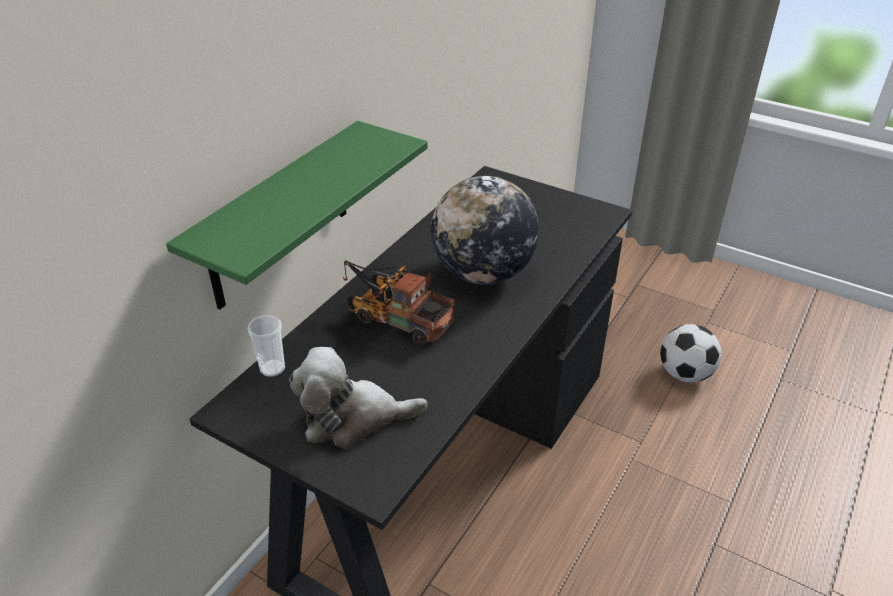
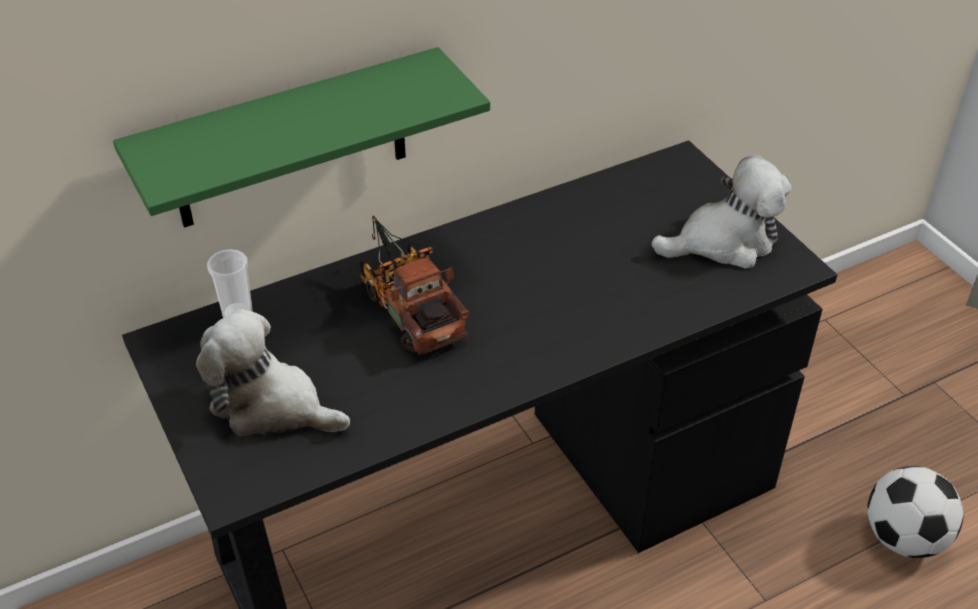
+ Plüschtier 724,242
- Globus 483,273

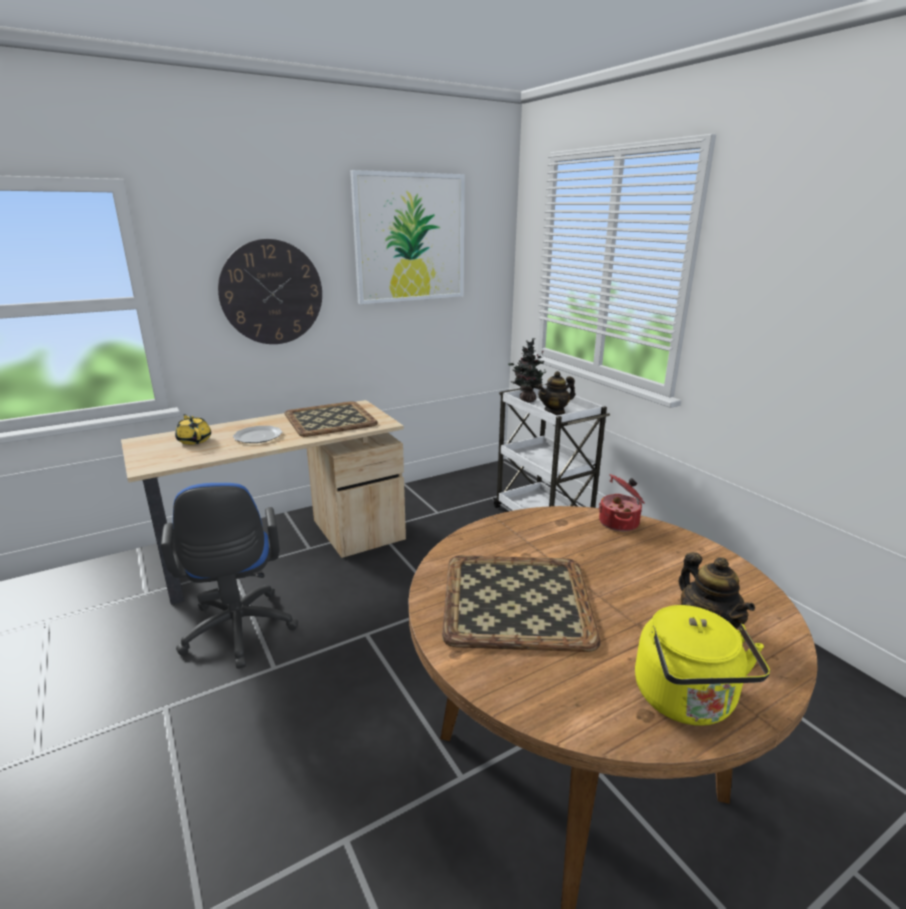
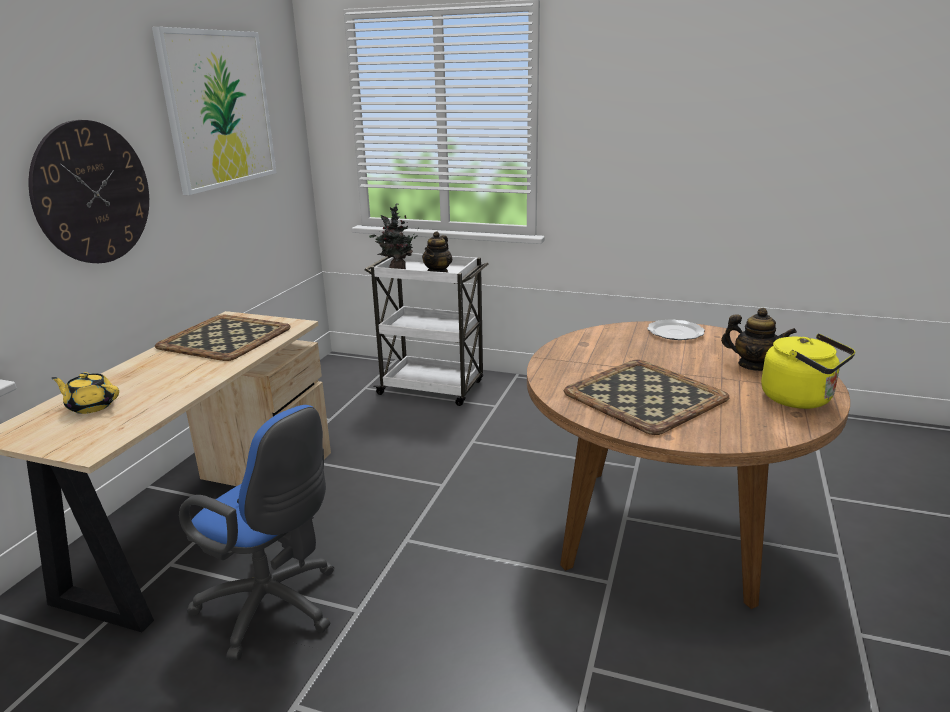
~ Teller 257,436 to 674,332
- Kochtopf 620,523

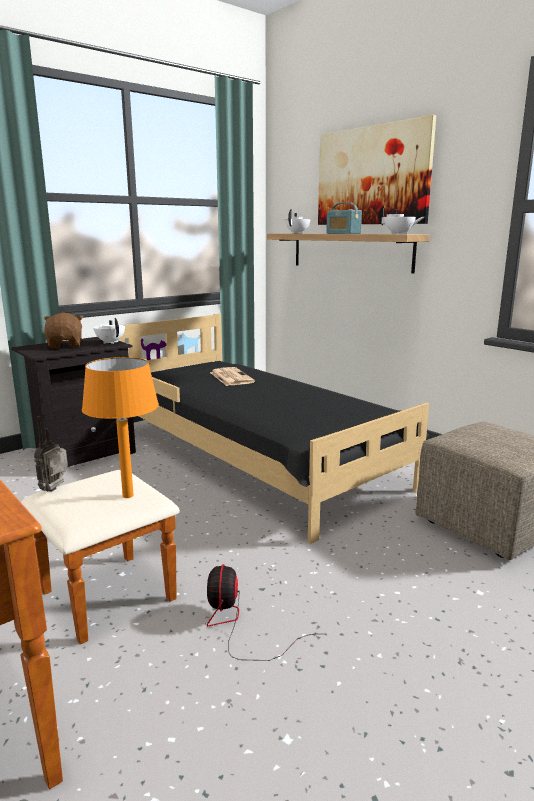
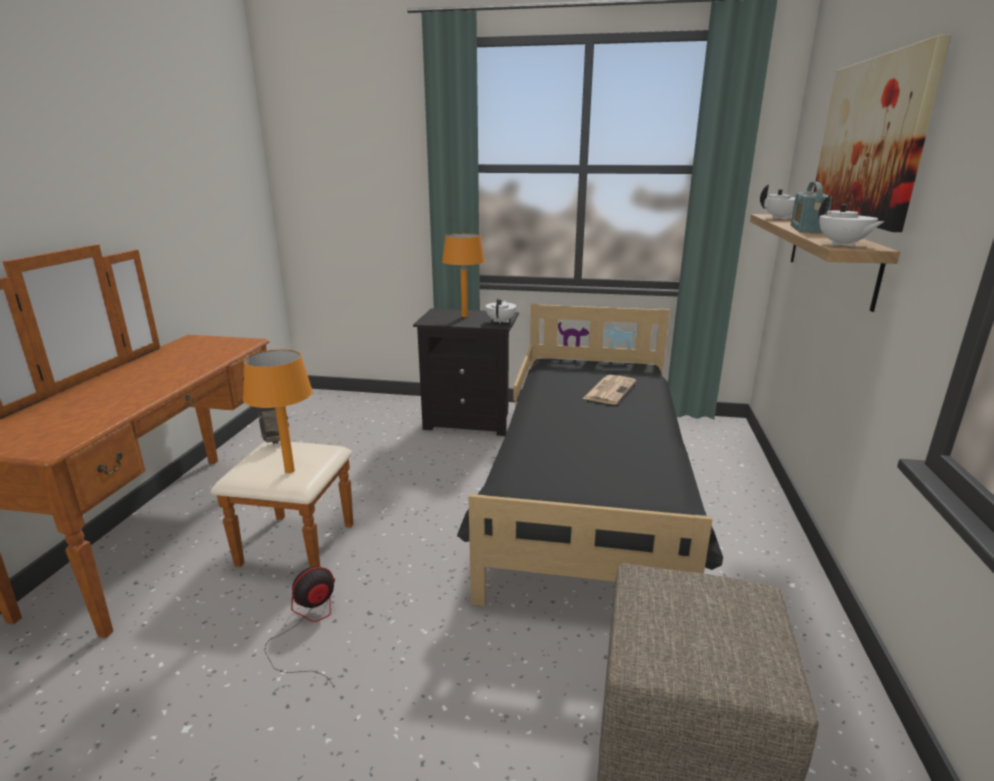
~ Plüschtier (braun) 65,345 to Tischlampe (orange) 464,316

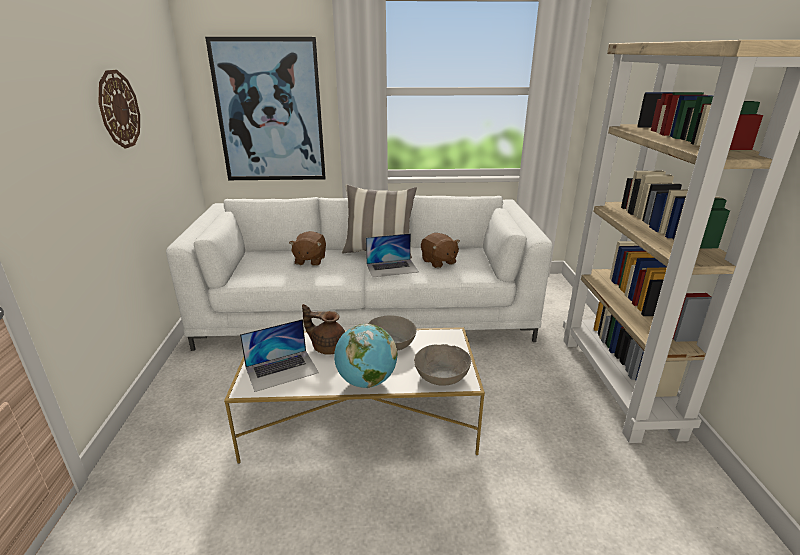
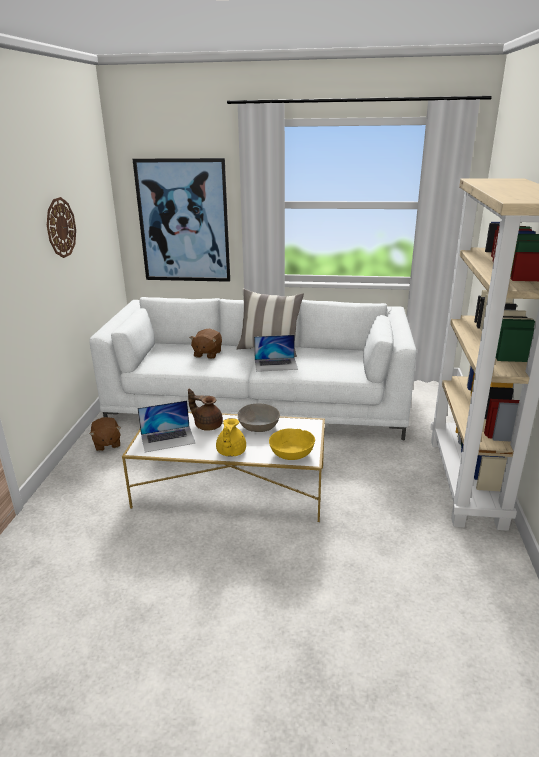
~ Plüschtier (braun) 438,262 to 107,444
~ Globus 366,381 to Teekanne (gelb) 230,452
~ Schüssel (grau) 441,375 to Schüssel (gelb) 291,452

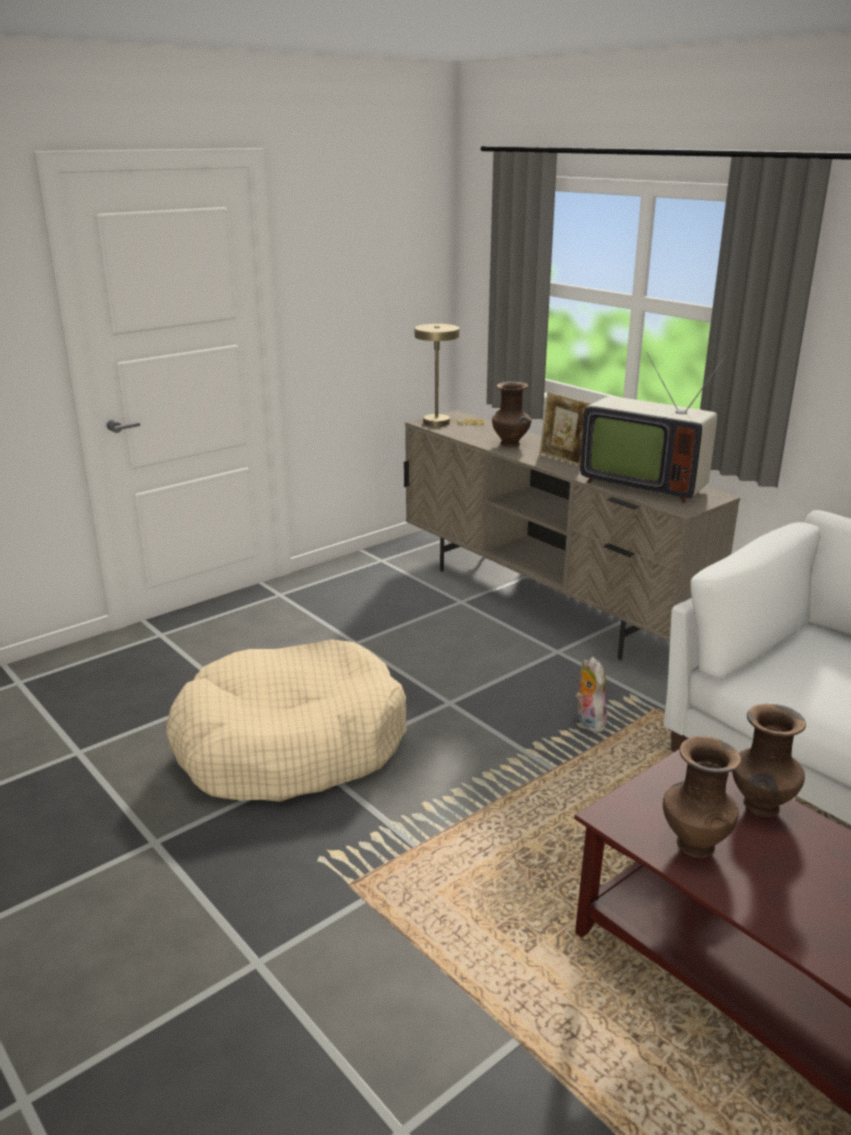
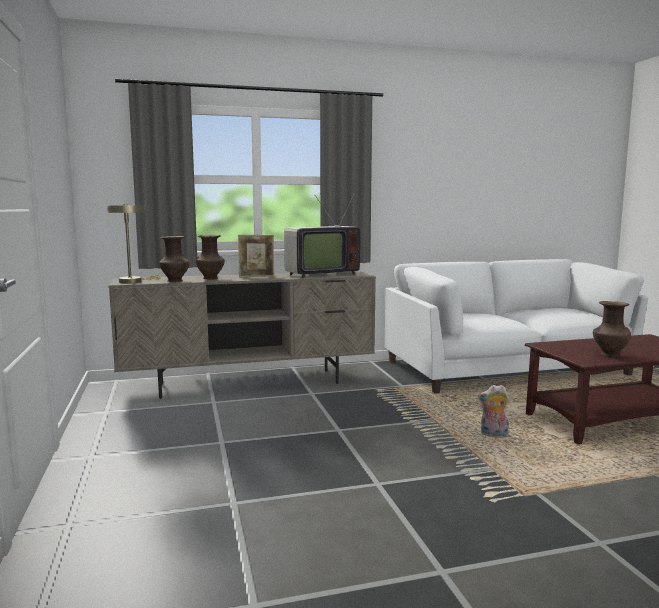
~ Vase (braun) 761,807 to 175,281
~ Plüschtier 588,721 to 493,435
- Hundebett (beige) 290,745

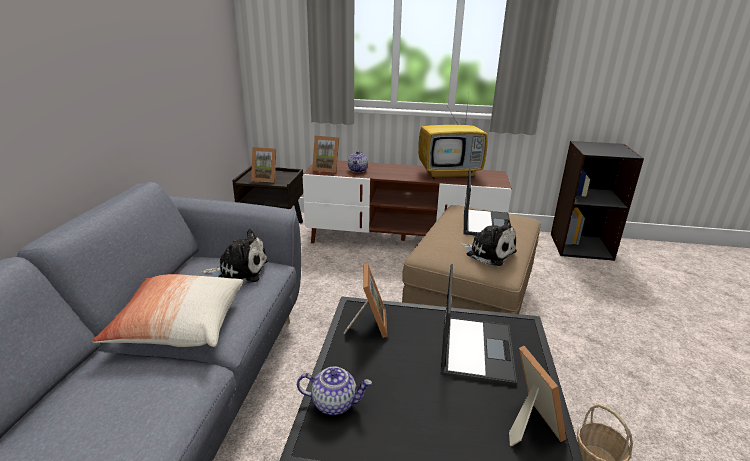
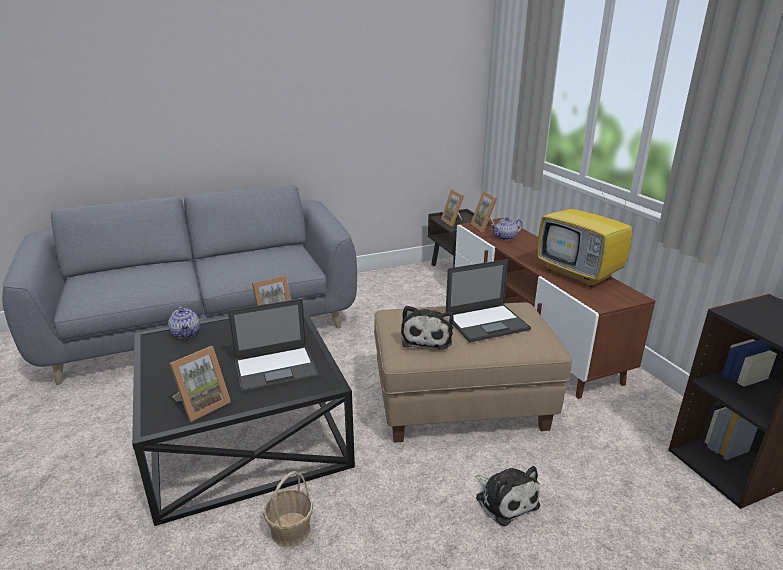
~ Plüschtier 239,270 to 505,499
- Kissen 179,326

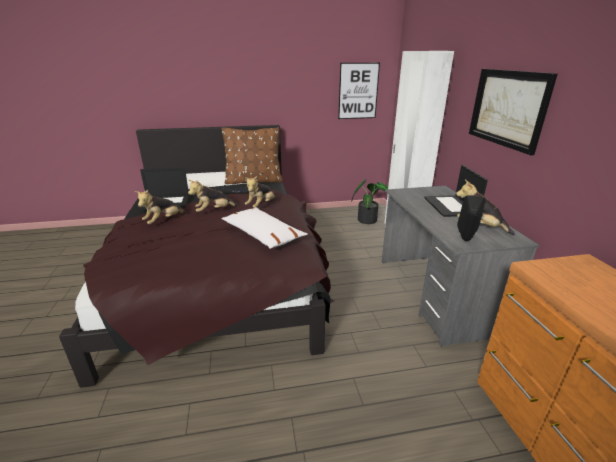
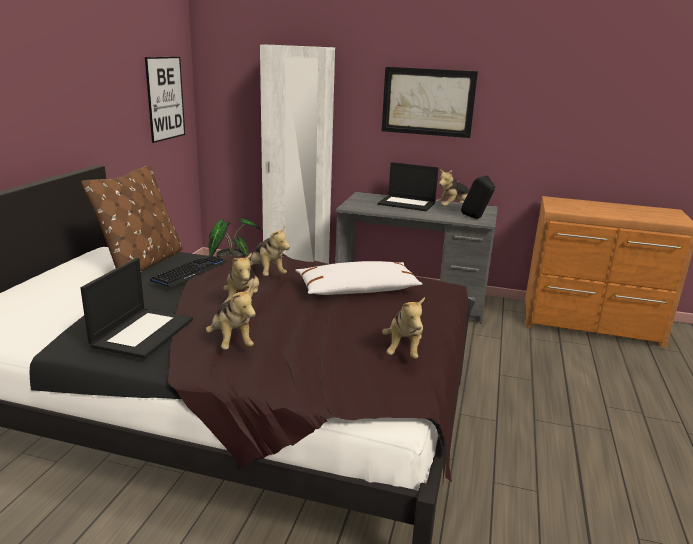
+ Plüschtier 403,350

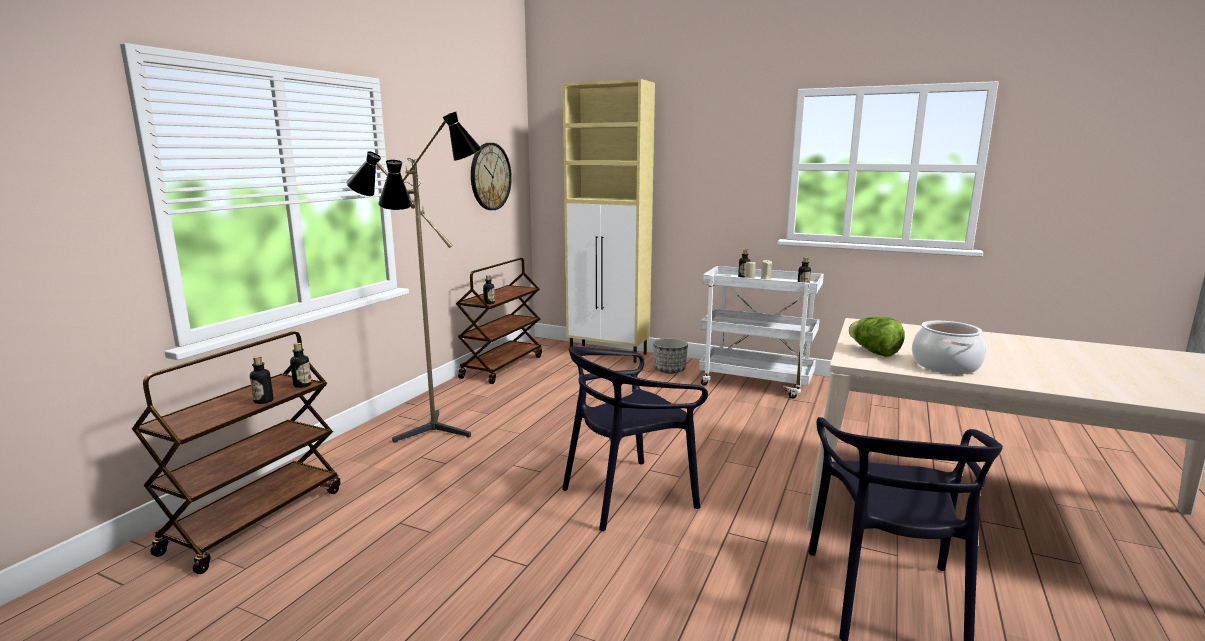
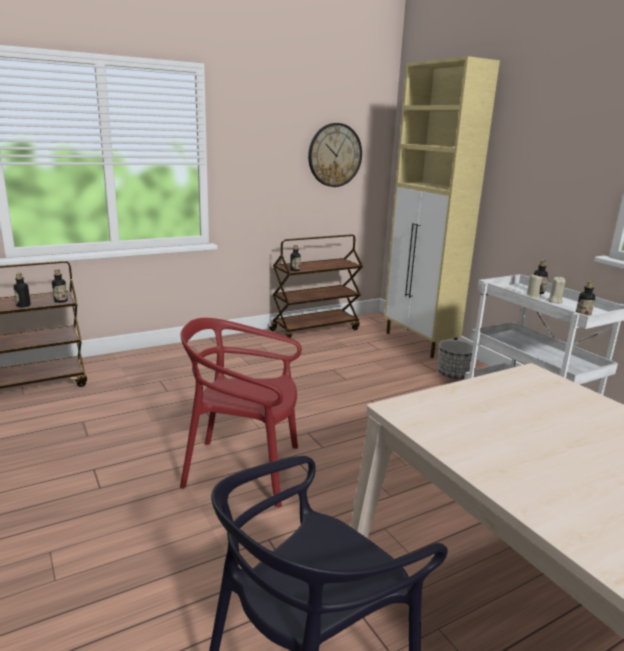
~ Stuhl (schwarz) 628,495 to Stuhl (rot) 243,469
- Stehlampe 429,434
- Salatkopf 873,352
- Kochtopf 946,366

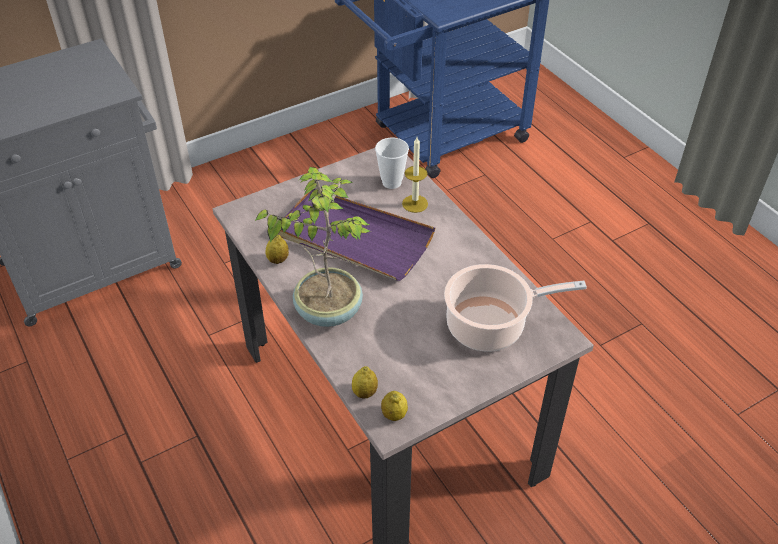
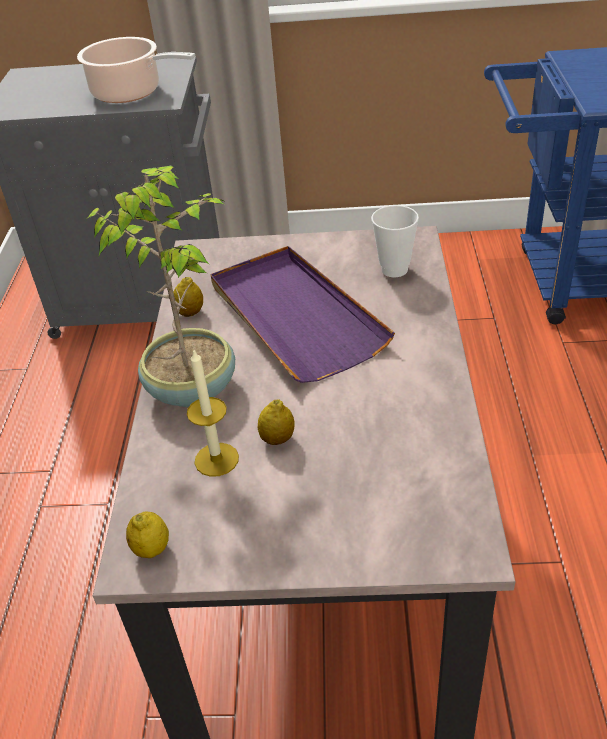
~ Kochtopf 491,325 to 131,93
~ Kerze 415,203 to 216,459
~ Zitrone 365,392 to 277,439

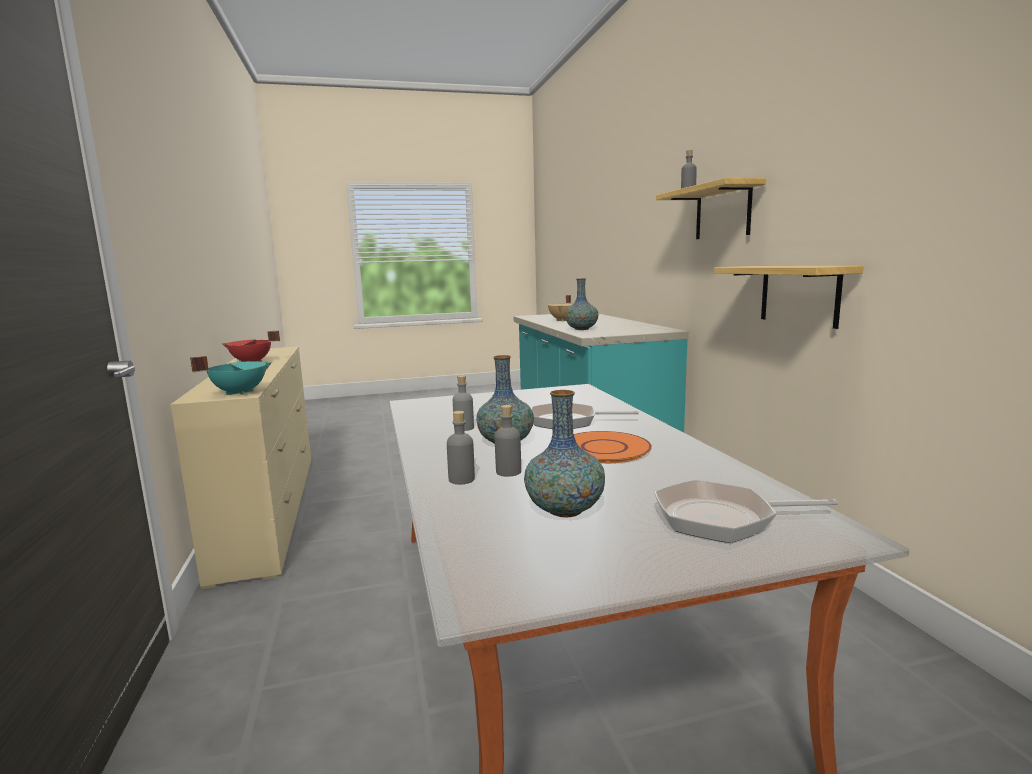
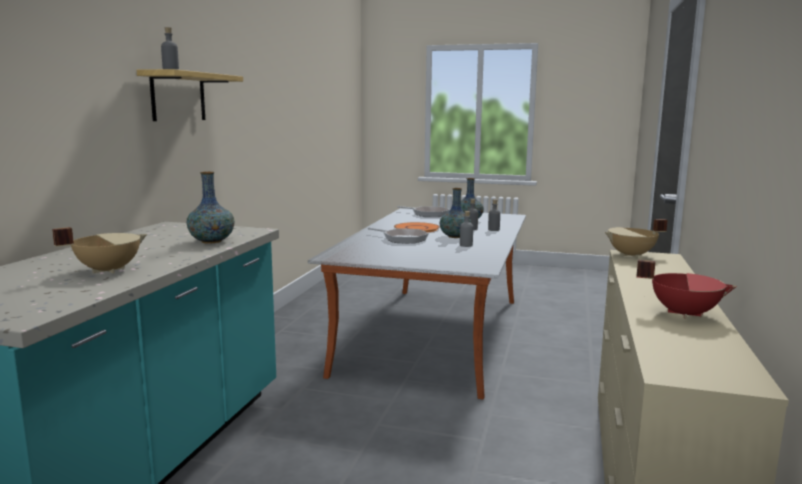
~ Kochtopf (türkis) 239,393 to Kochtopf (beige) 631,255
- Wandregal 799,294

